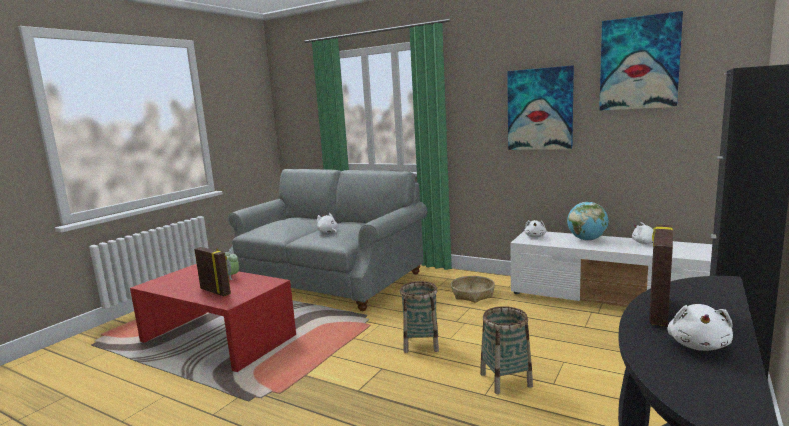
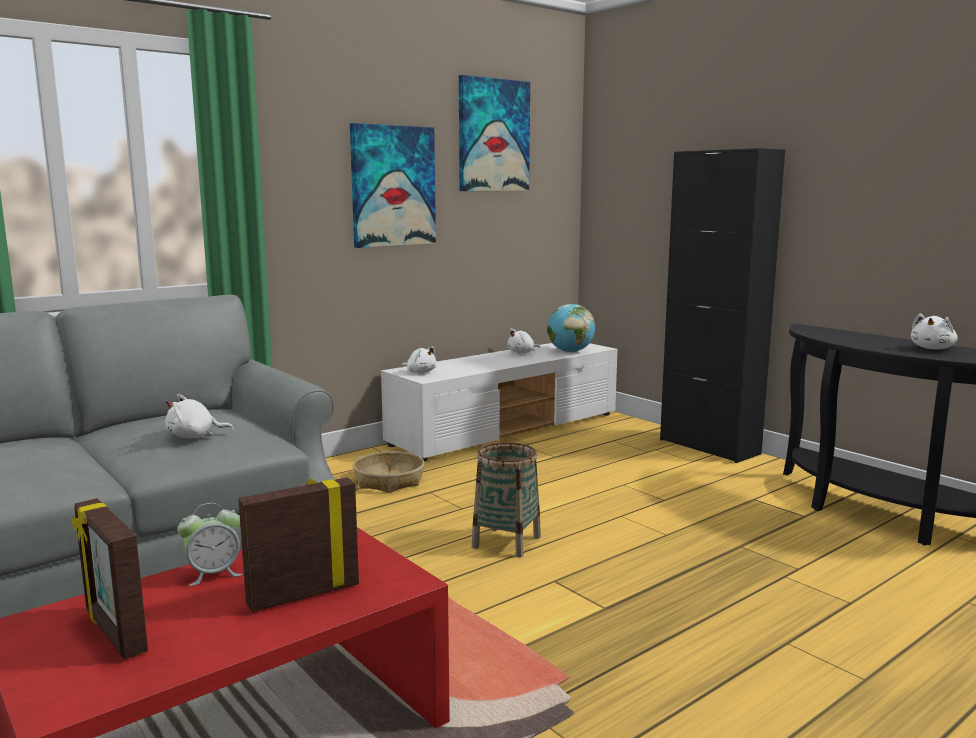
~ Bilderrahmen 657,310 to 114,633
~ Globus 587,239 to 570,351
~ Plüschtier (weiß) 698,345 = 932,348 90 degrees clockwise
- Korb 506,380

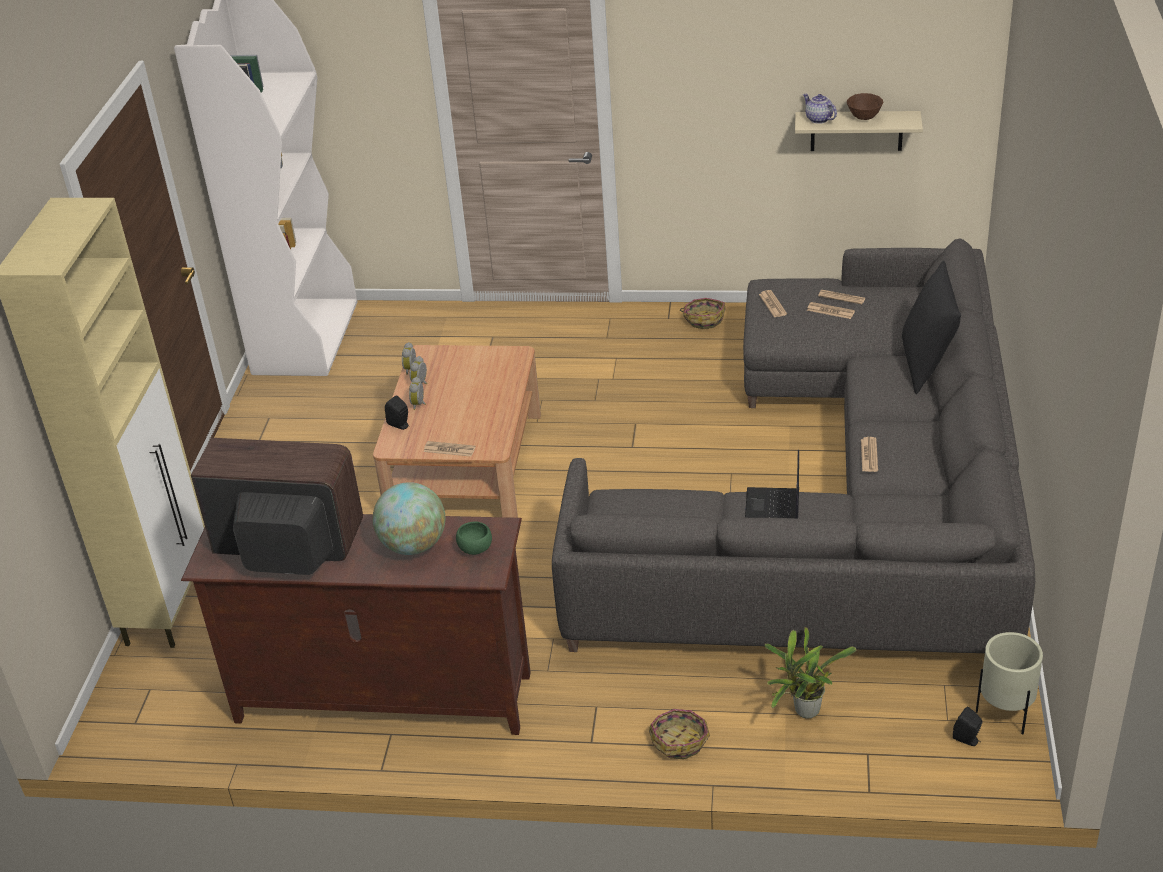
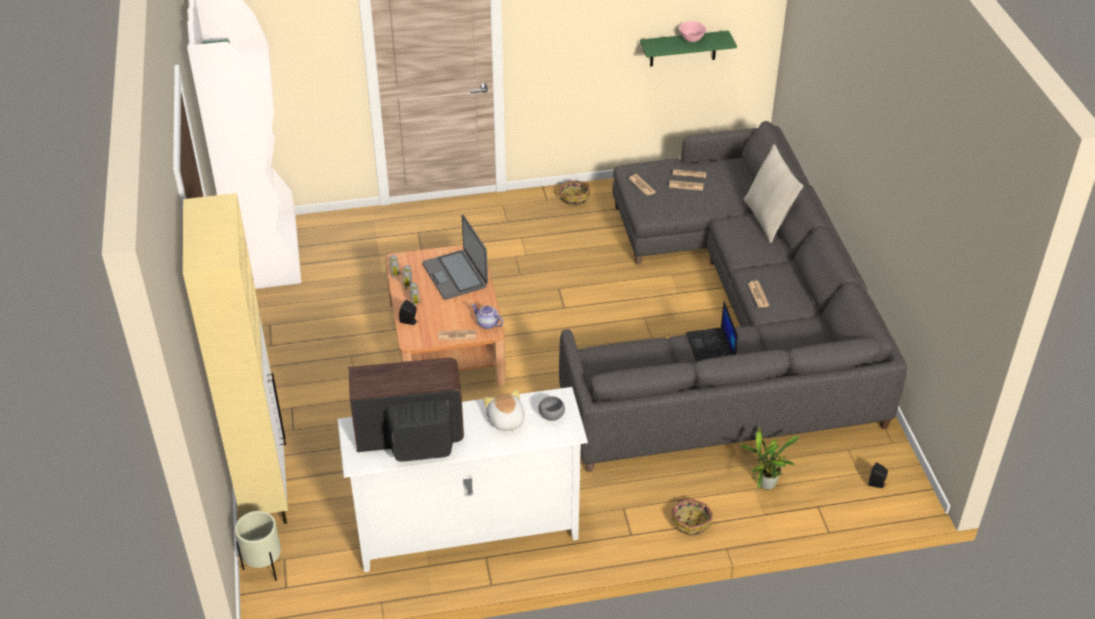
~ Pflanzkübel (beige) 1005,715 to 264,567
~ Fernsehschrank (braun) 382,698 to Fernsehschrank (weiß) 467,532
+ Laptop 455,275
~ Teekanne 818,119 to 487,324
~ Globus 413,545 to Plüschtier 505,421
~ Schüssel (grün) 475,549 to Schüssel (grau) 551,416
~ Wandregal (beige) 856,131 to Wandregal (grün) 683,48
~ Schüssel (braun) 864,118 to Schüssel (rosa) 691,40
~ Kissen (schwarz) 926,364 to Kissen (beige) 768,219

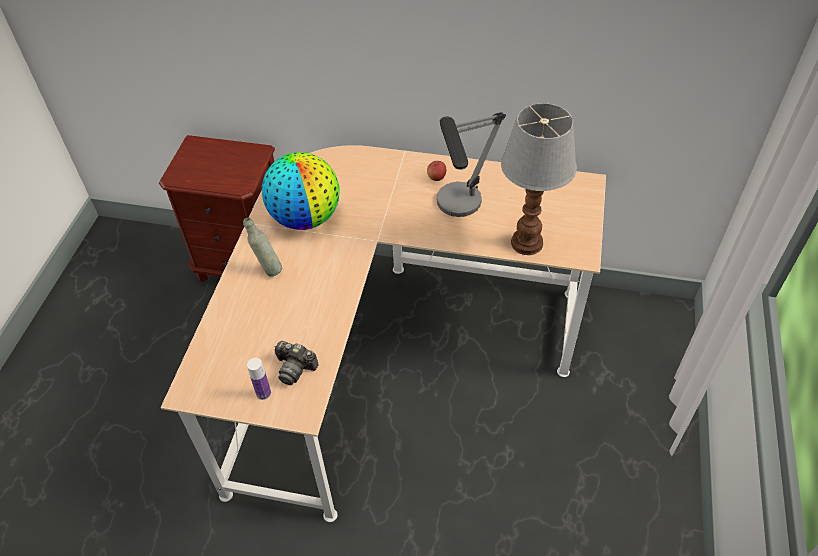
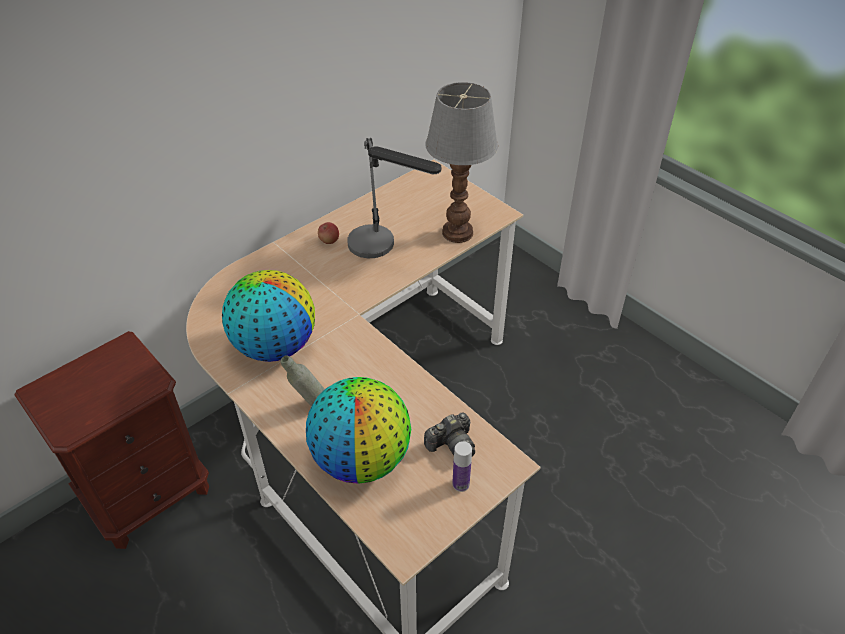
+ Globus 362,459

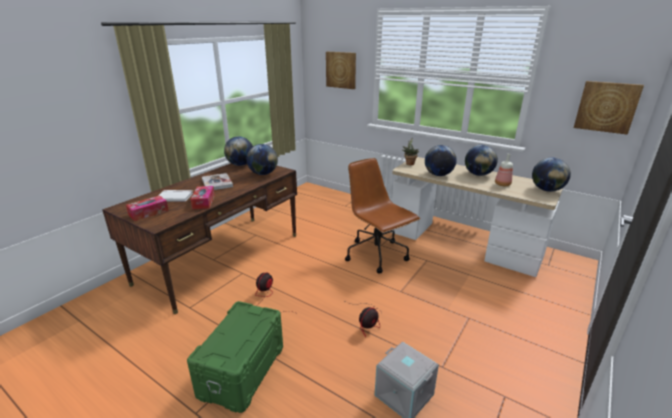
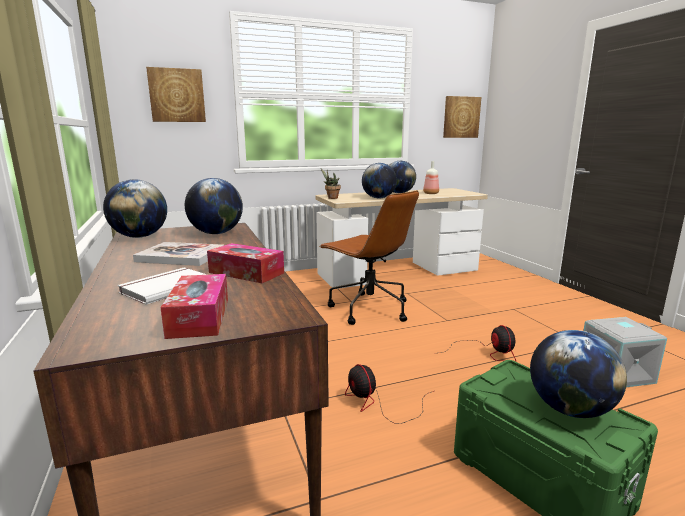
~ Bürostuhl (braun) 377,255 = 368,309 135 degrees counterclockwise
~ Globus 546,190 to 570,409

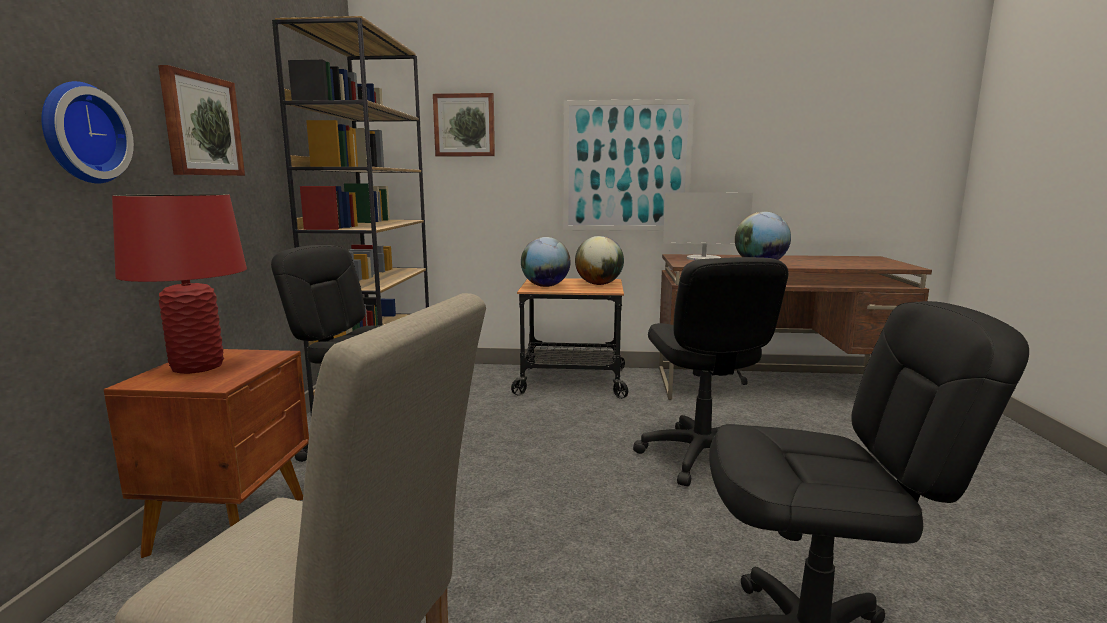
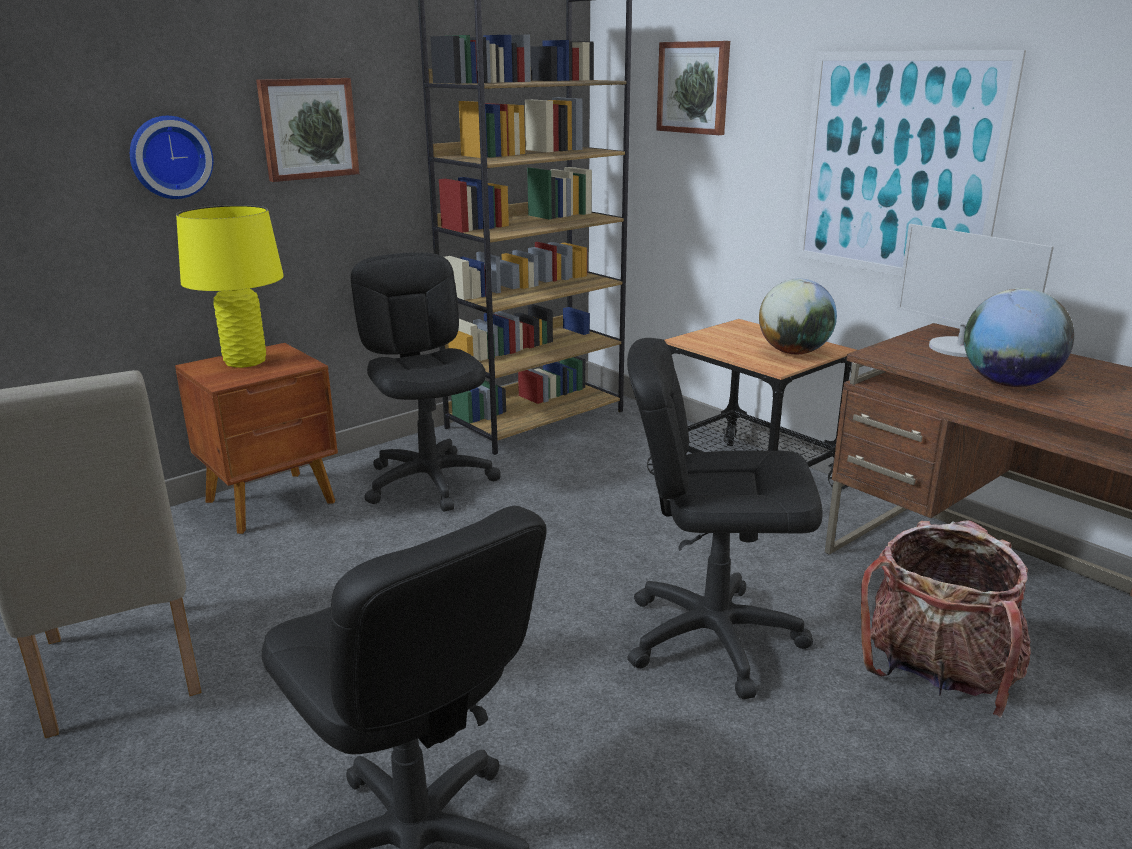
~ Tischlampe (rot) 198,367 to Tischlampe (gelb) 245,362
~ Bürostuhl (schwarz) 700,457 = 712,637 60 degrees clockwise
+ Rucksack 937,676
- Globus 545,286

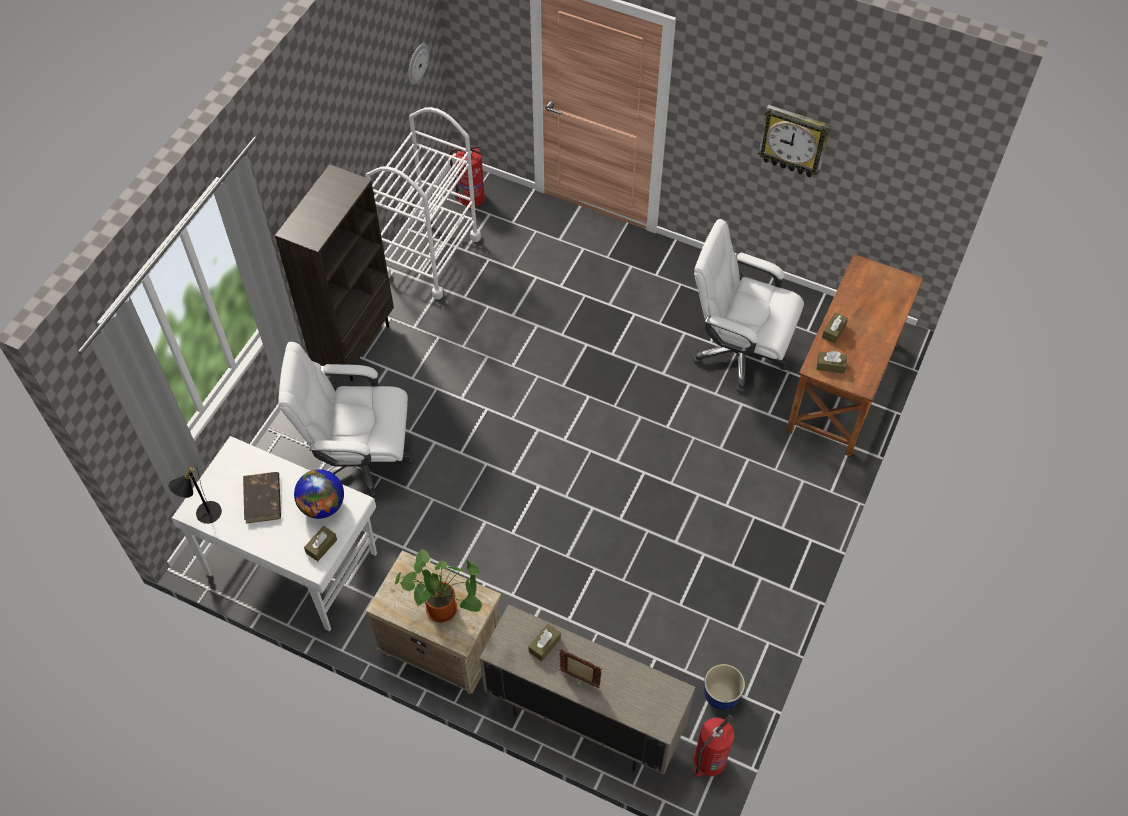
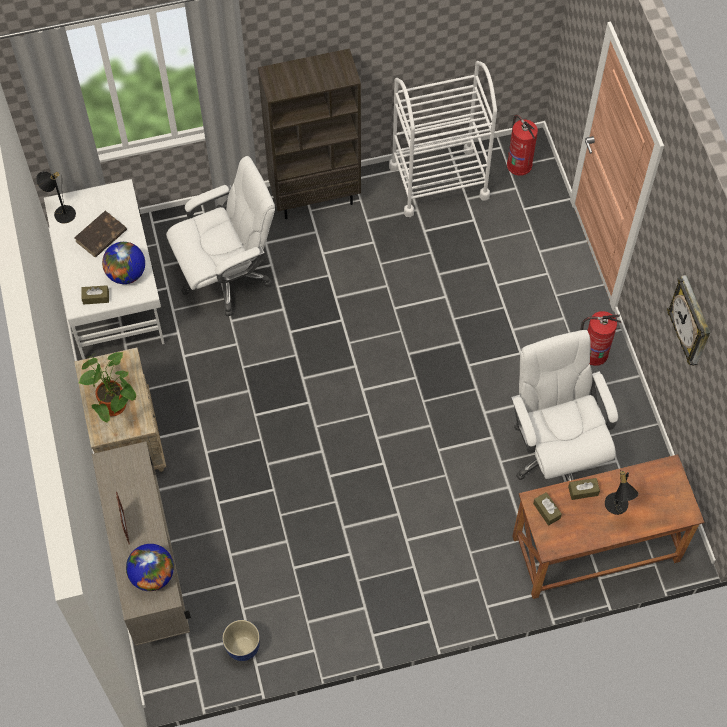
+ Globus 152,575
~ Bürostuhl (weiß) 361,460 = 227,276 105 degrees clockwise
~ Feuerlöscher 709,760 to 593,353
+ Tischlampe (schwarz) 616,508
- Wanduhr 417,63
- Taschentuchbox (braun) 544,645

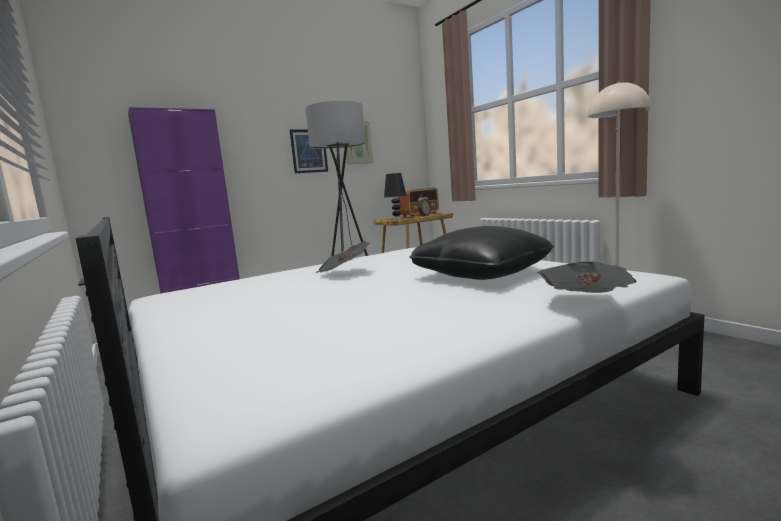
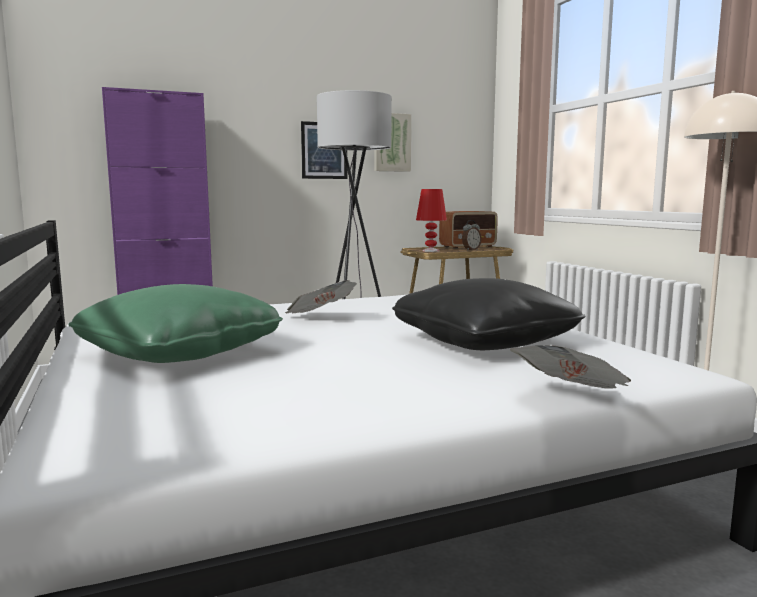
+ Kissen (grün) 180,353
~ Tischlampe (schwarz) 397,219 to Tischlampe (rot) 431,251

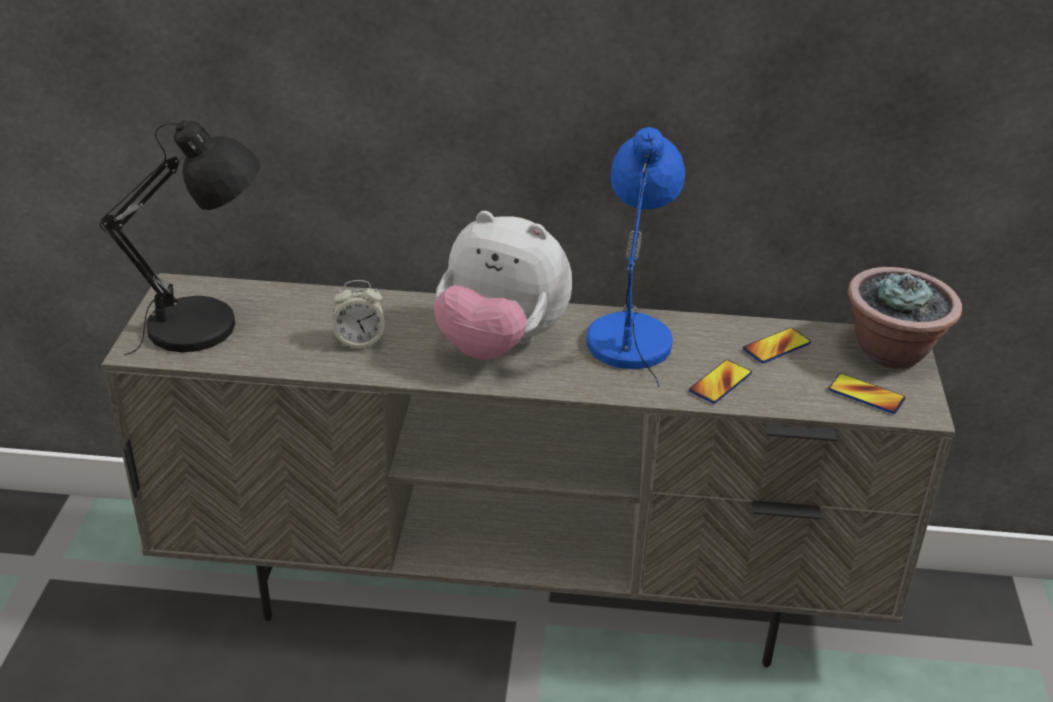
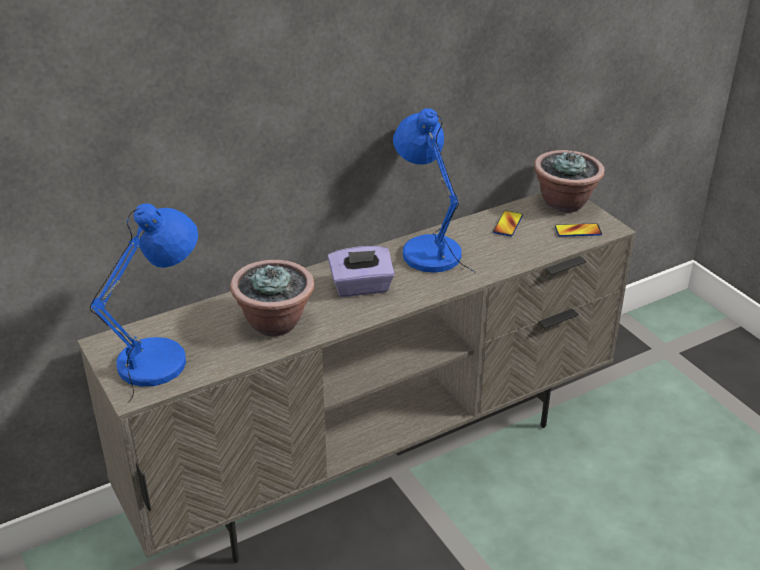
~ Tischlampe (schwarz) 204,327 to Tischlampe (blau) 160,360
~ Wecker 360,341 to Topfpflanze 275,323
~ Plüschtier 500,344 to Taschentuchbox (lila) 361,287
- Handy 720,383

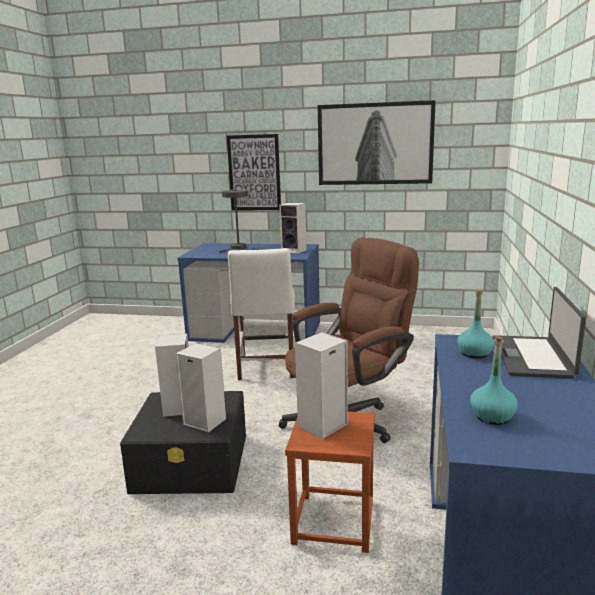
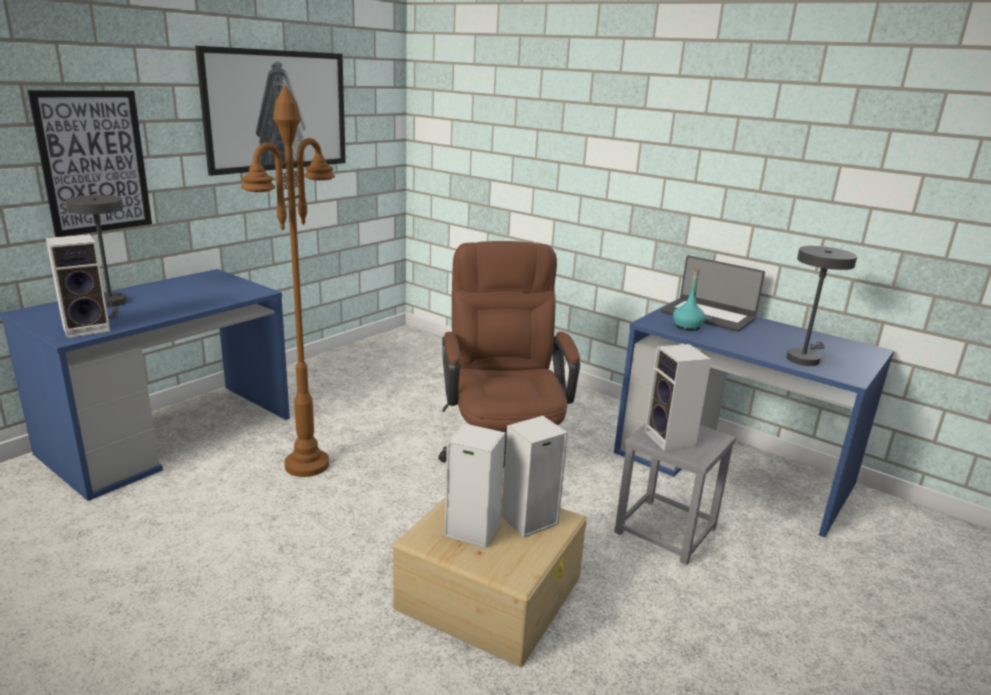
~ Lautsprecher 295,251 to 88,328
~ Stuhl (weiß) 266,368 to Stehlampe (braun) 306,465
~ Aufbewahrungsbox (schwarz) 192,462 to Aufbewahrungsbox (beige) 491,591
~ Hocker (braun) 333,521 to Hocker (grau) 665,530
~ Flasche (türkis) 492,416 to Tischlampe (grau) 804,358

